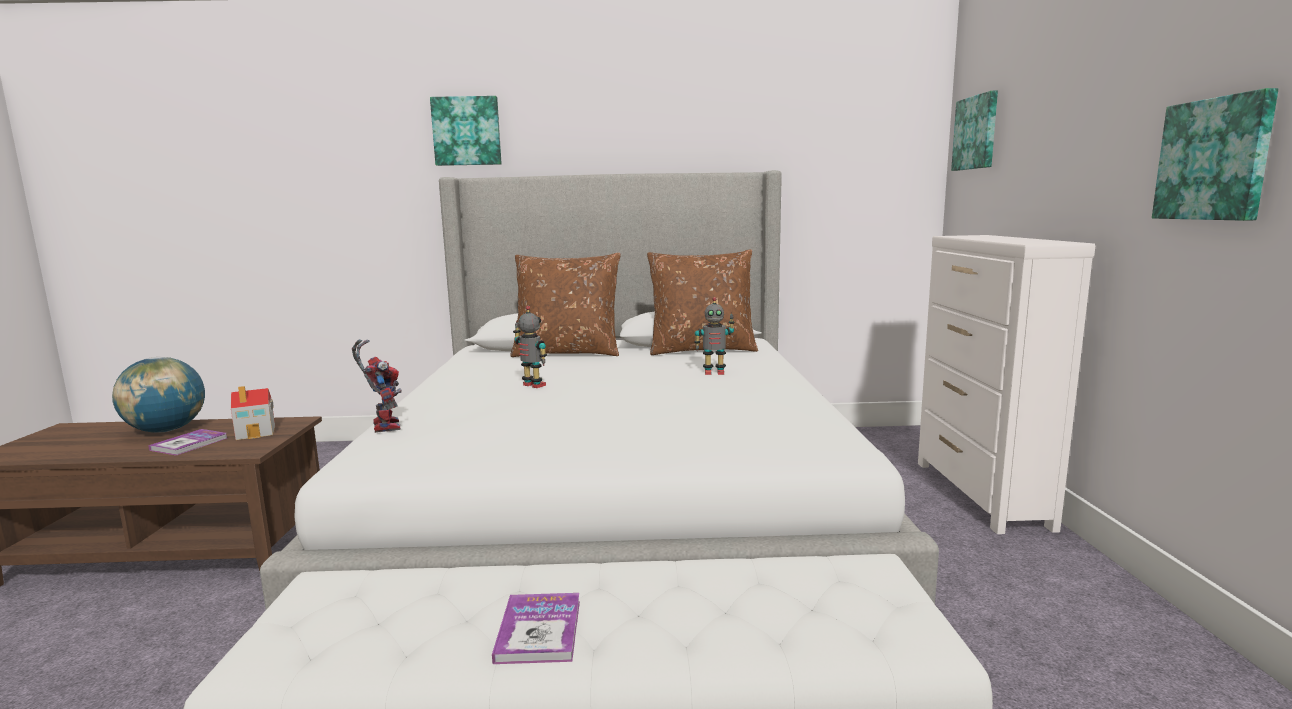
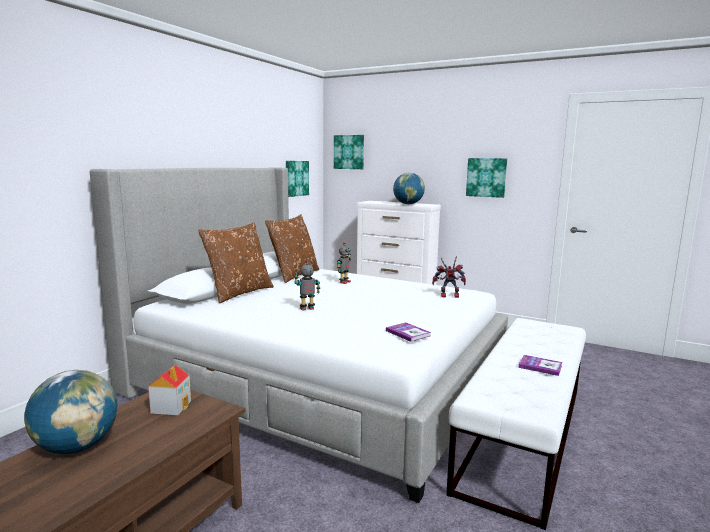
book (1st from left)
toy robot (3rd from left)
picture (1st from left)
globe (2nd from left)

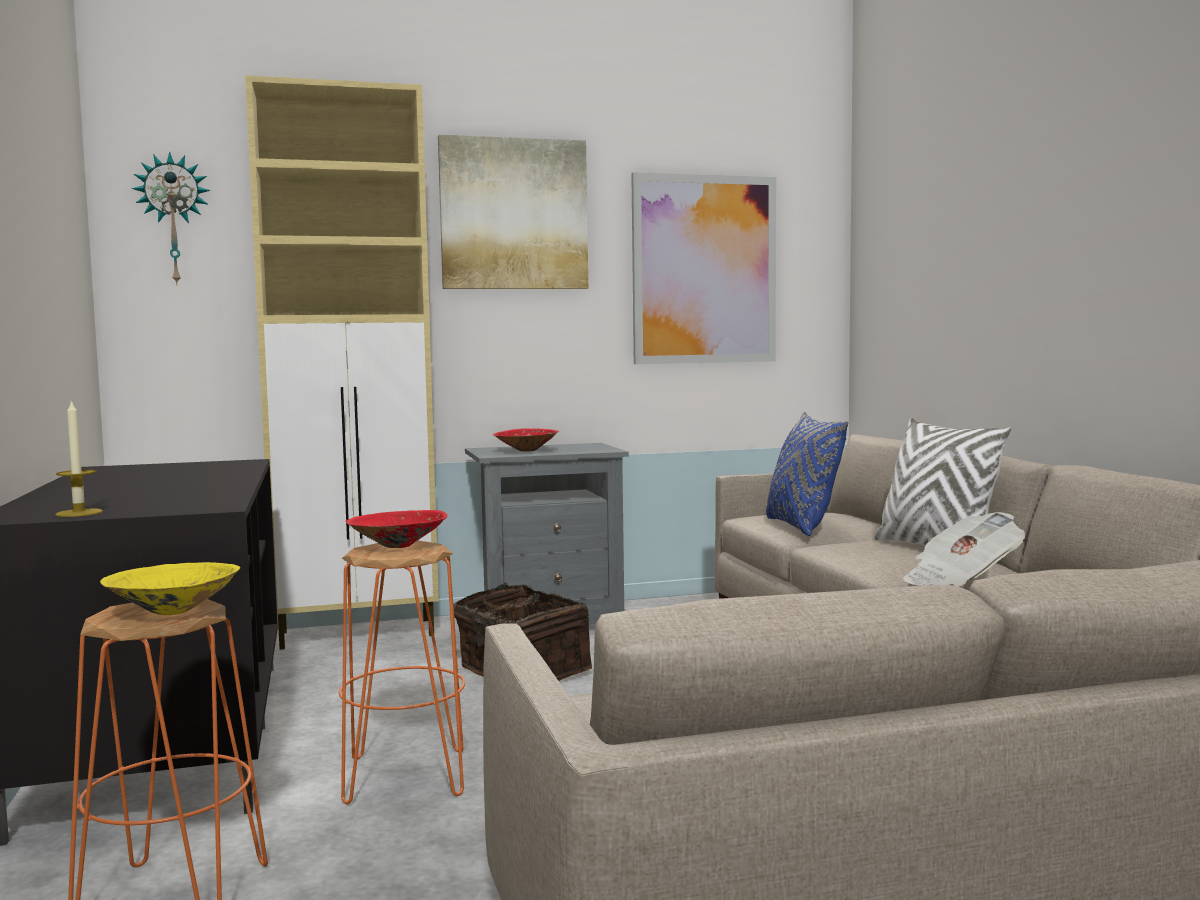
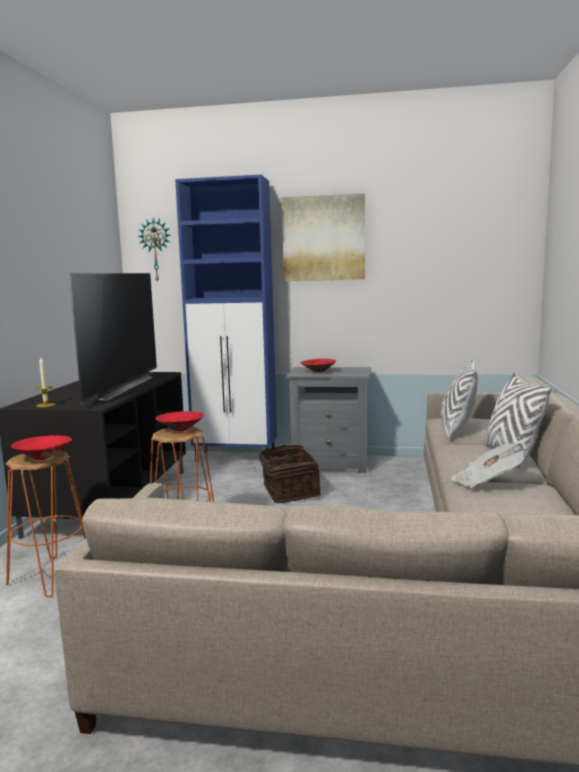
bowl (red) (1st from left)
cabinet (blue)
picture (2nd from left in the first image)
pillow (white) (1st from left)
television

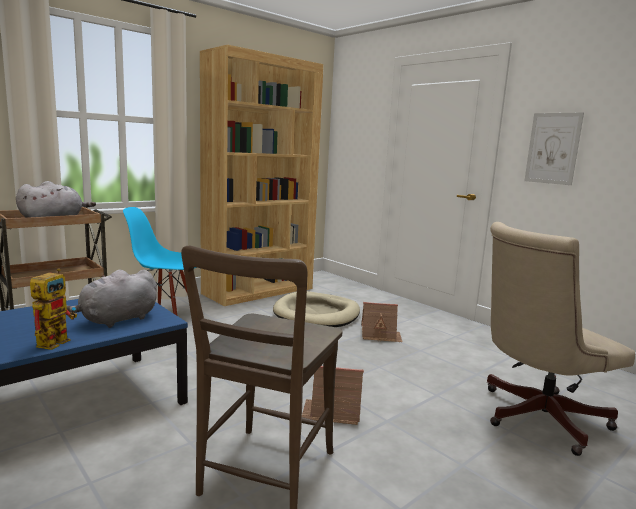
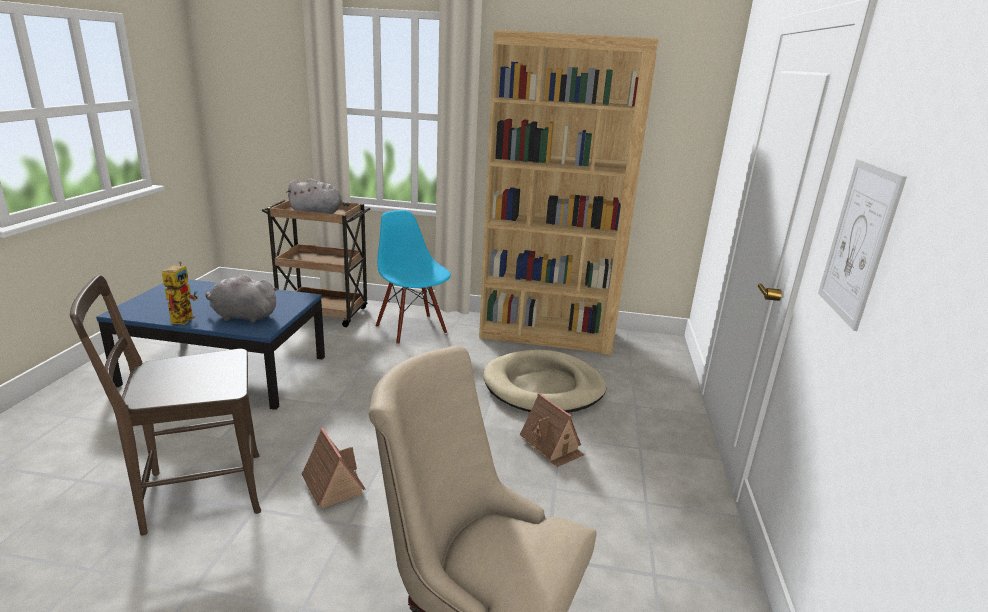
toy robot

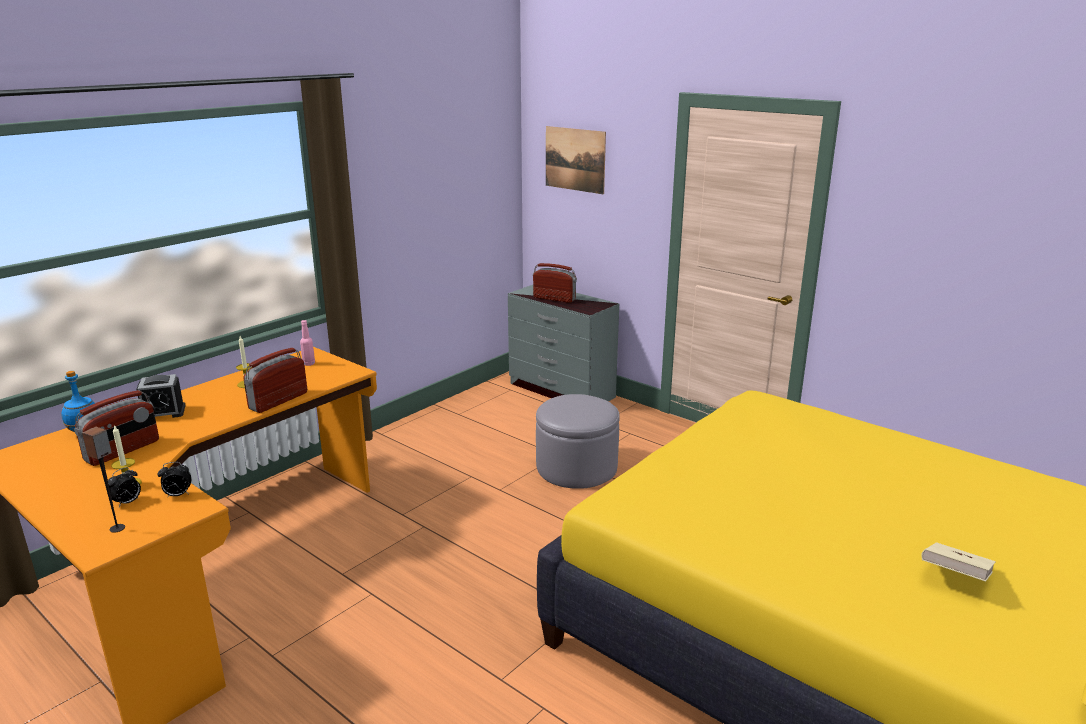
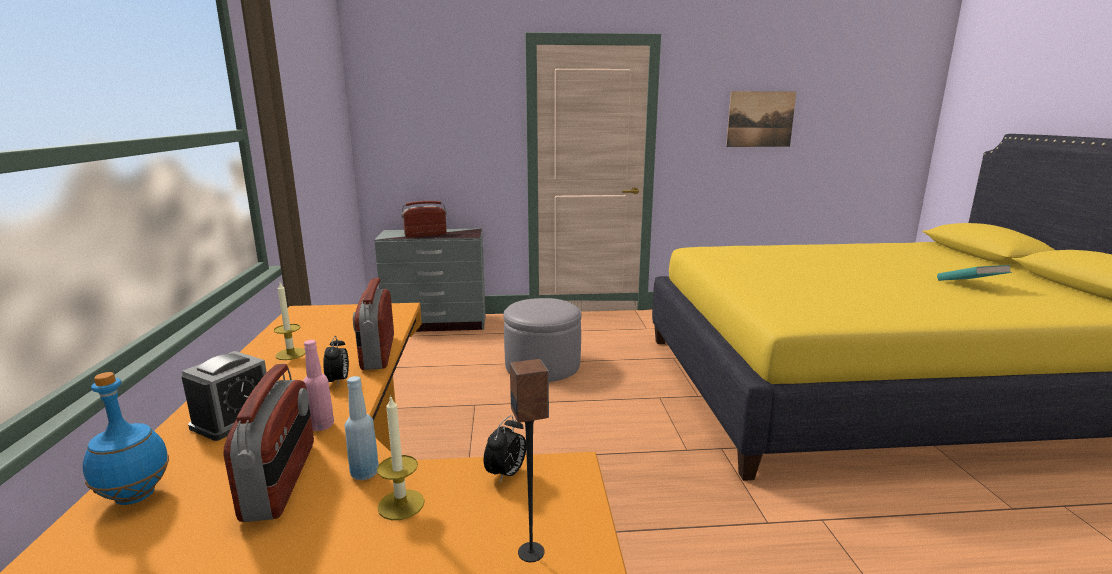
alarm clock (2nd from left)
bottle (pink)
picture
book (turquoise)
bottle (blue) (2nd from left)

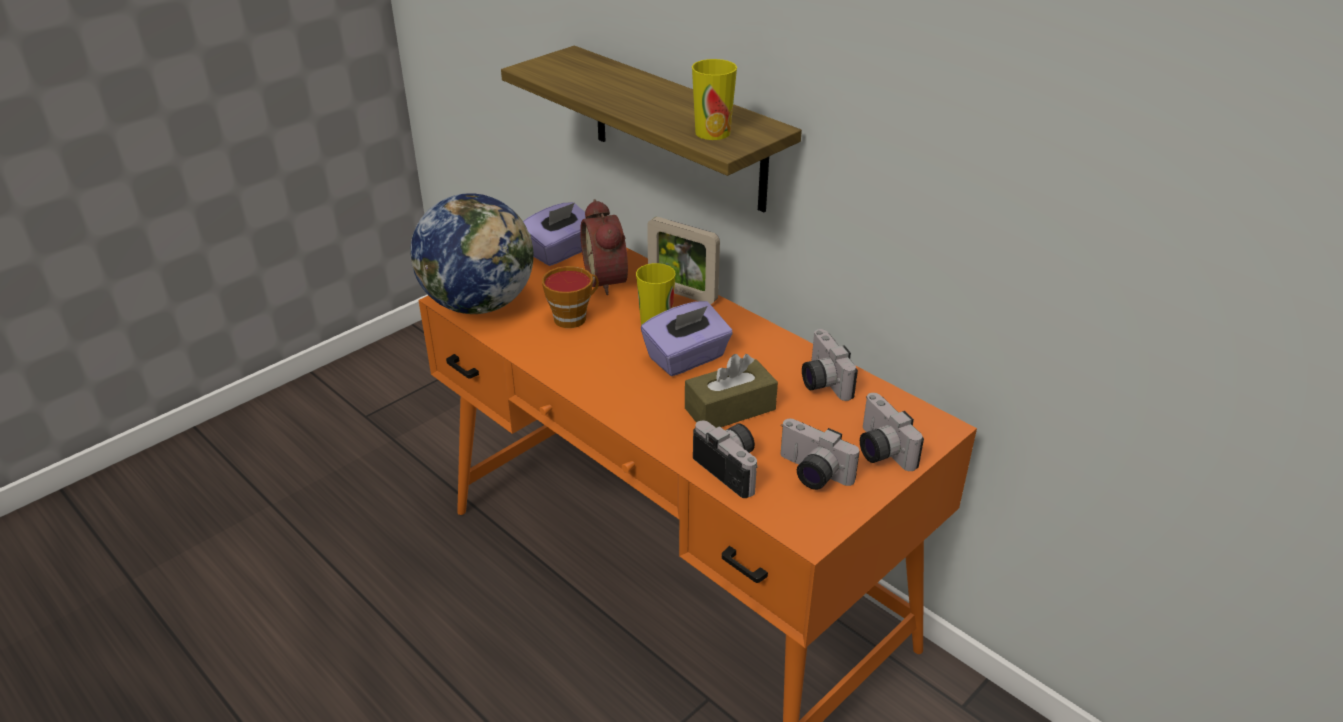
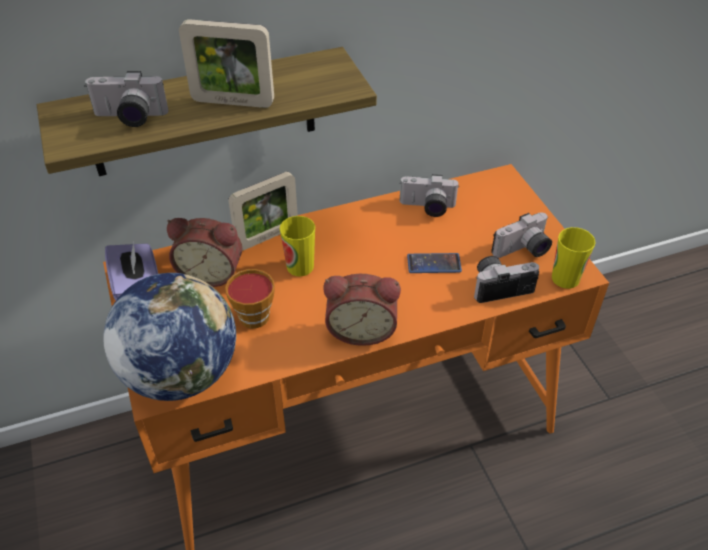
tissue box (purple) (2nd from left in the first image)
phone
cup (3rd from left)
photo camera (1st from left)
picture frame (1st from left)
alarm clock (2nd from left)

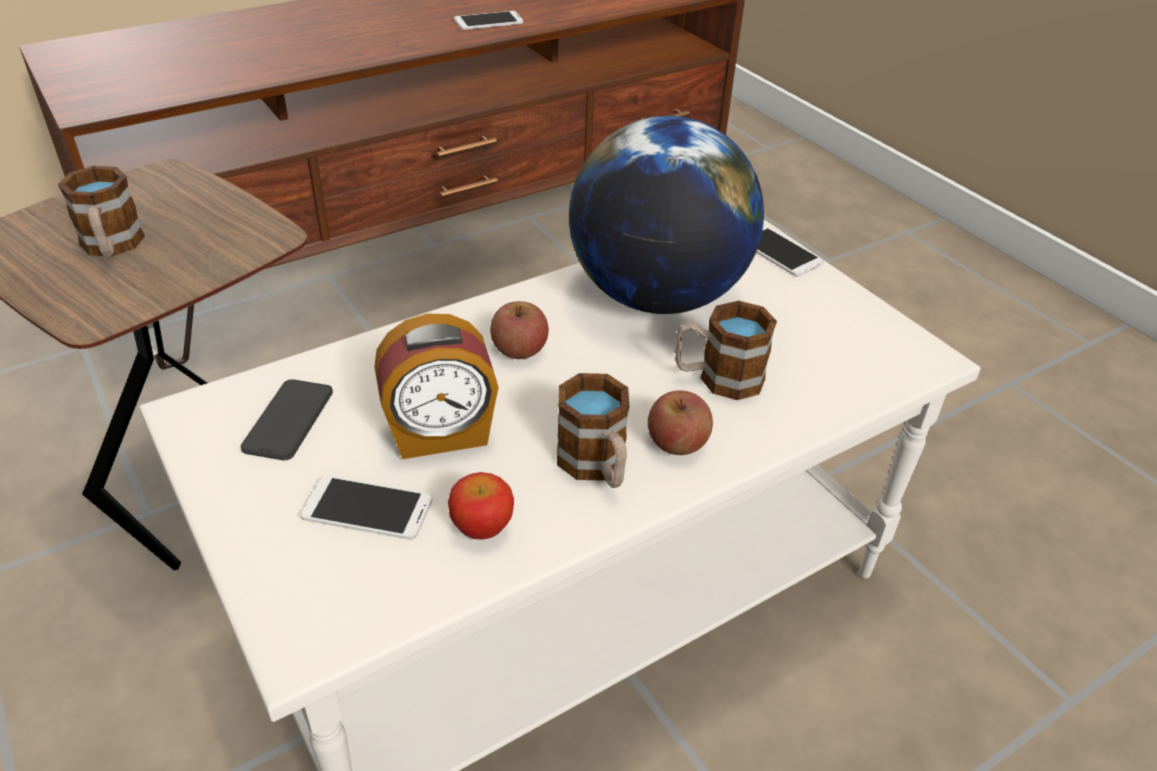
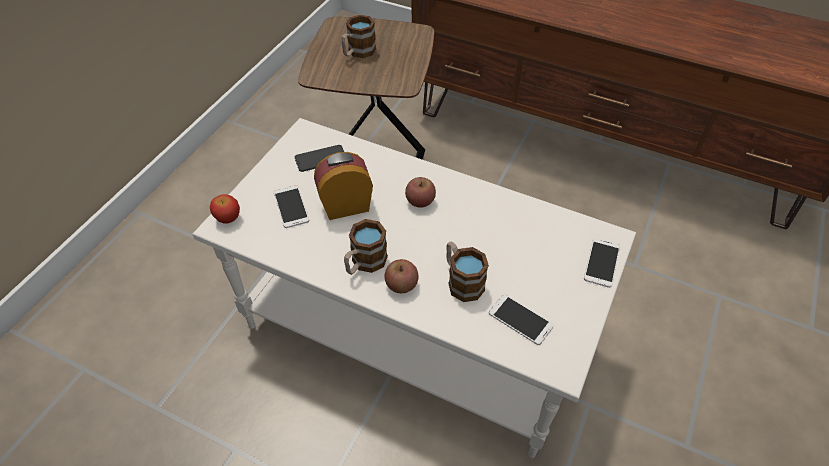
alarm clock
apple (1st from left)
phone (3rd from left)
globe

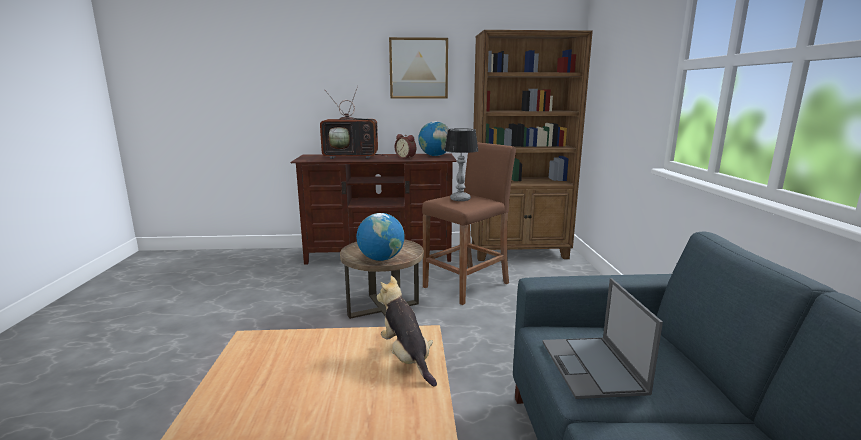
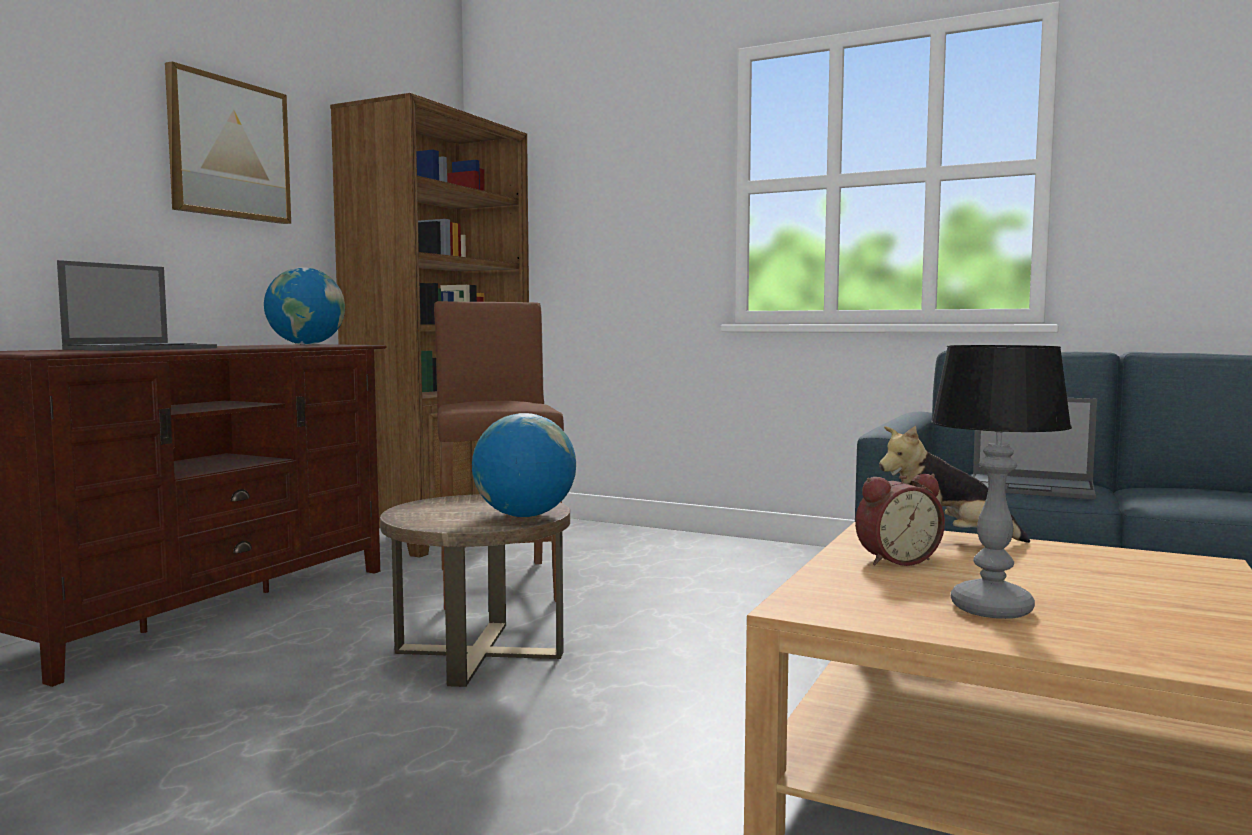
laptop (1st from left)
alarm clock
table lamp

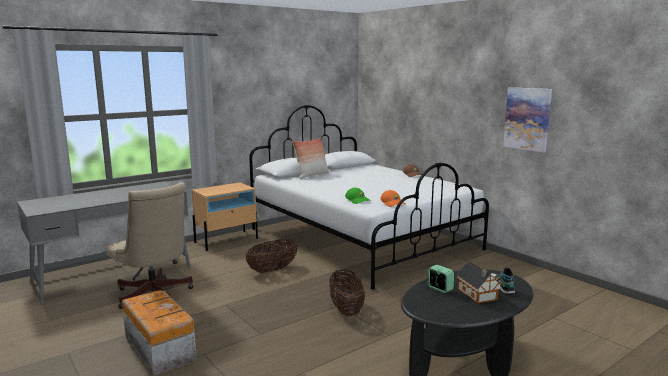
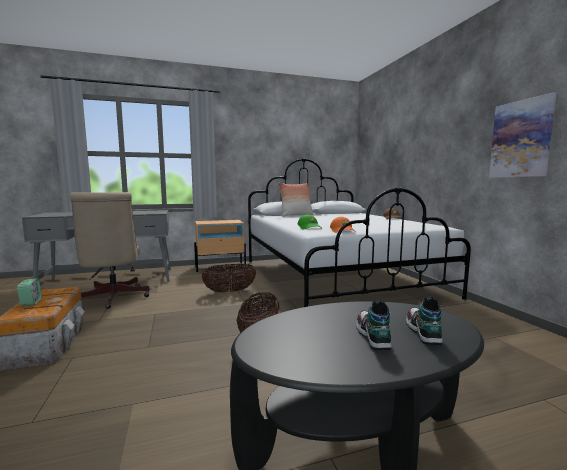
alarm clock
shoe (1st from left)

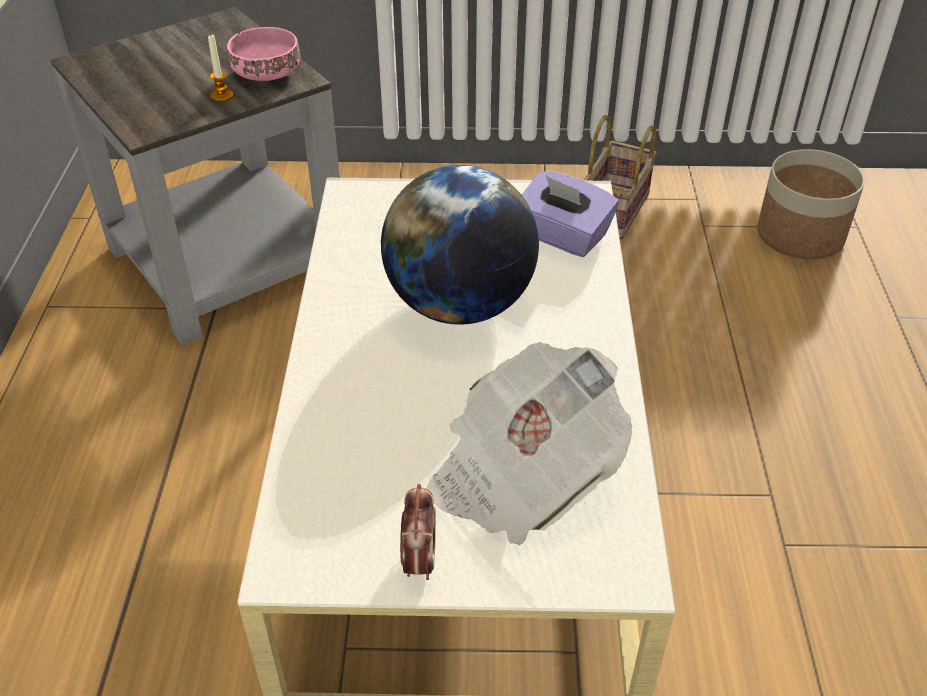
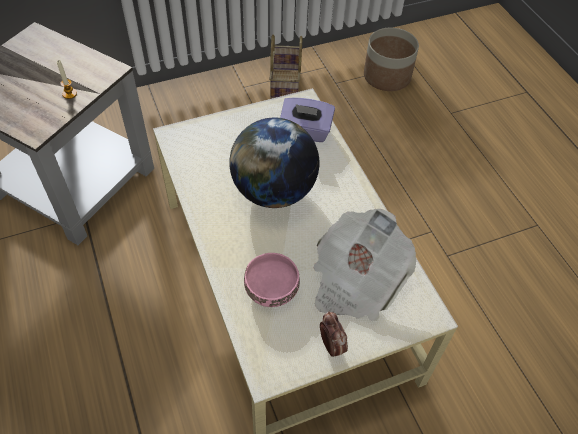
bowl (pink)

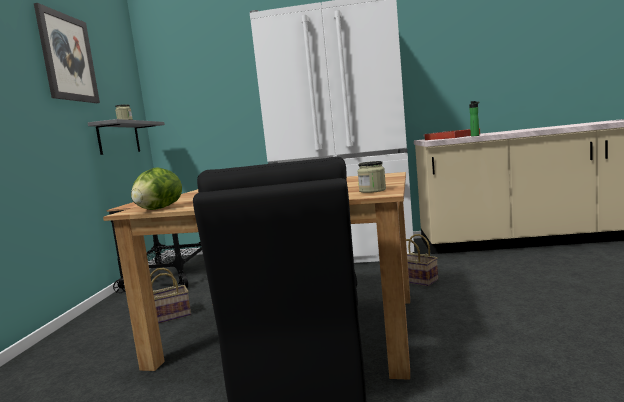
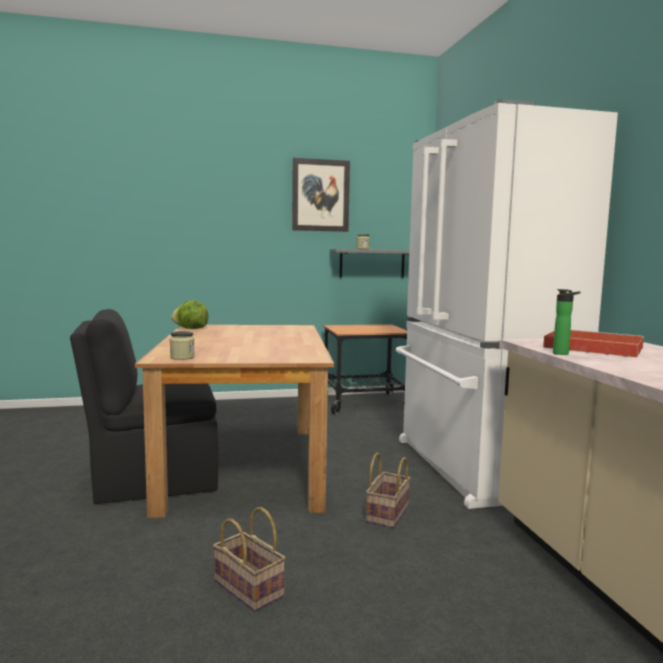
basket (1st from left)

